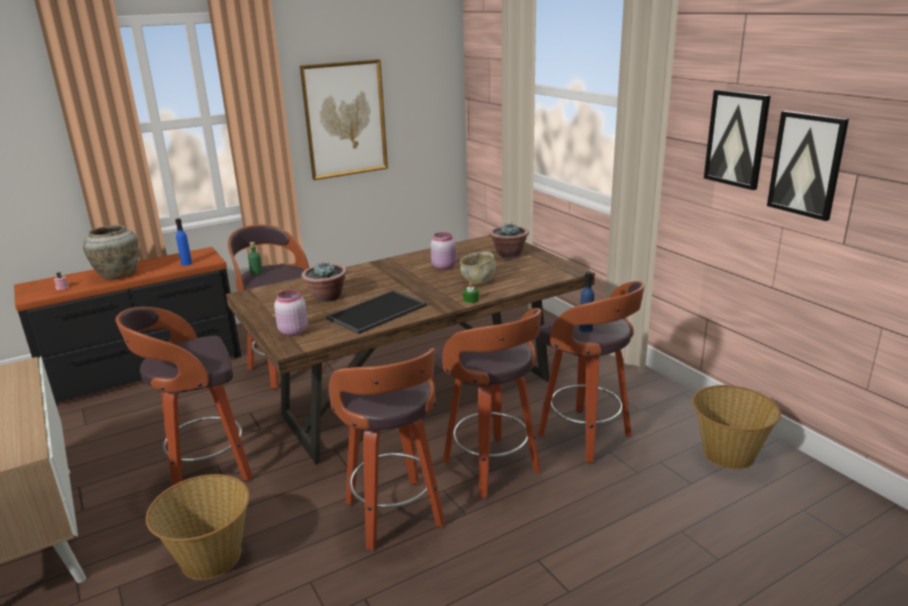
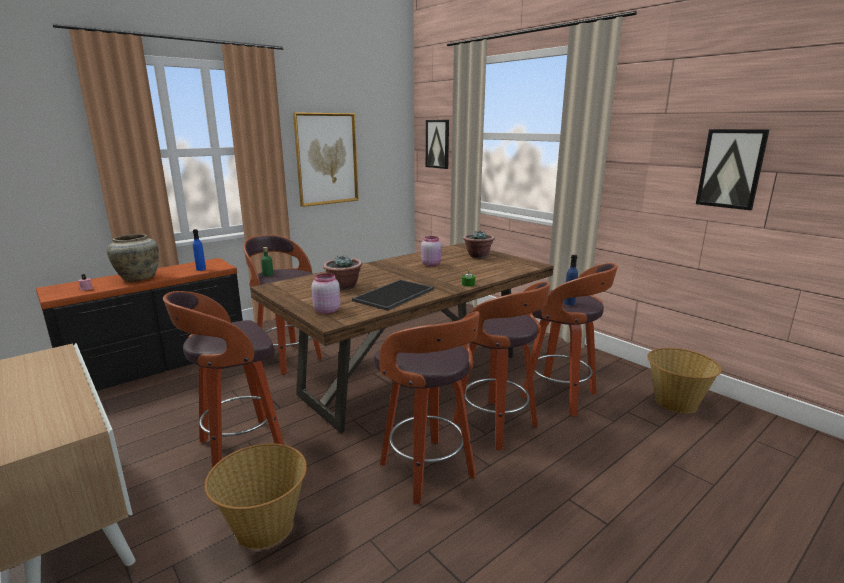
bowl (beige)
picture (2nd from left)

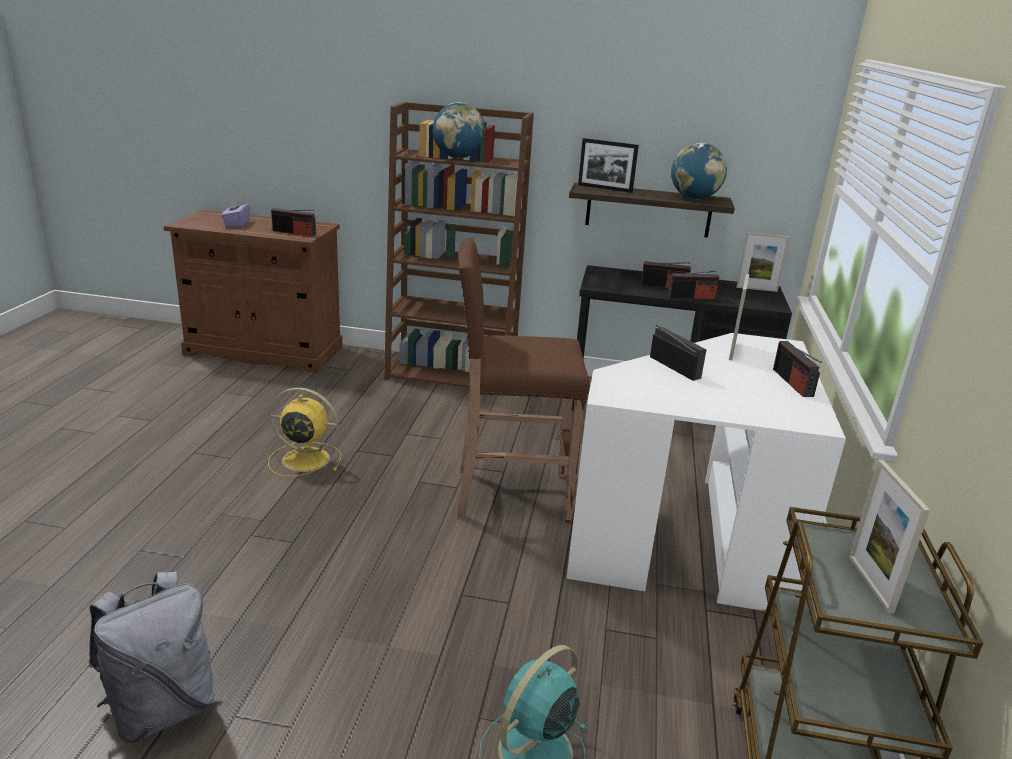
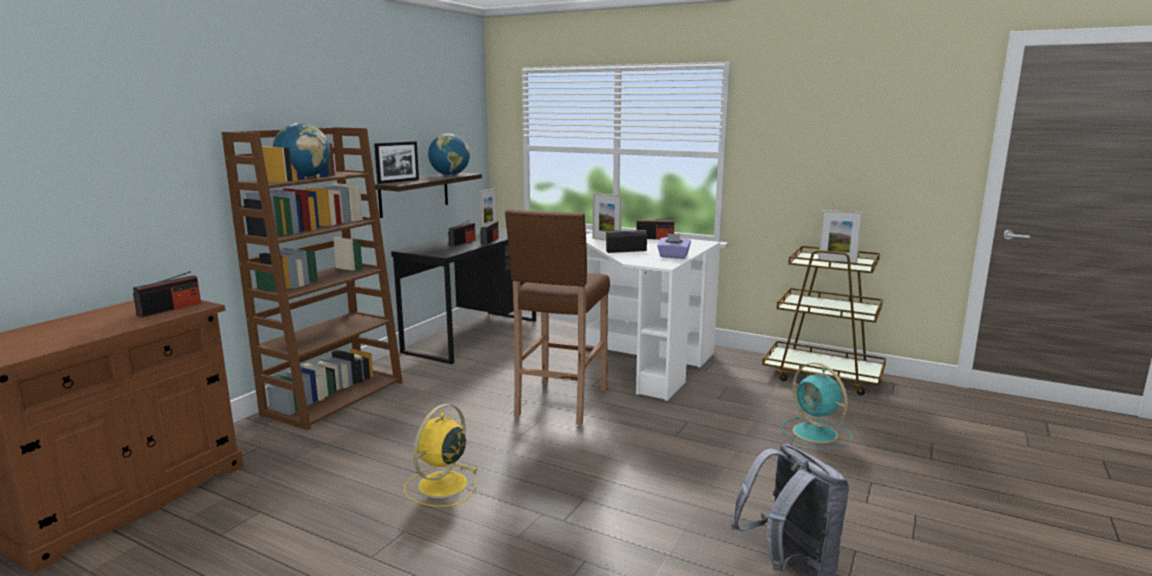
tissue box (purple)

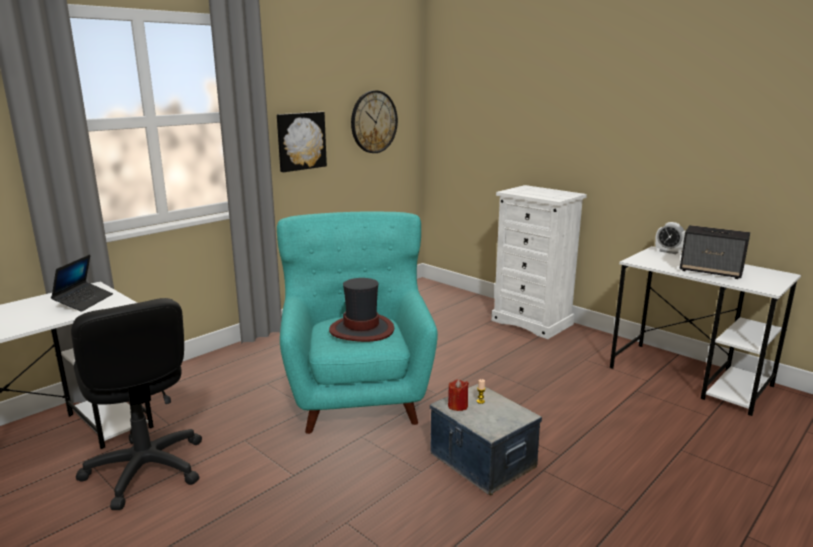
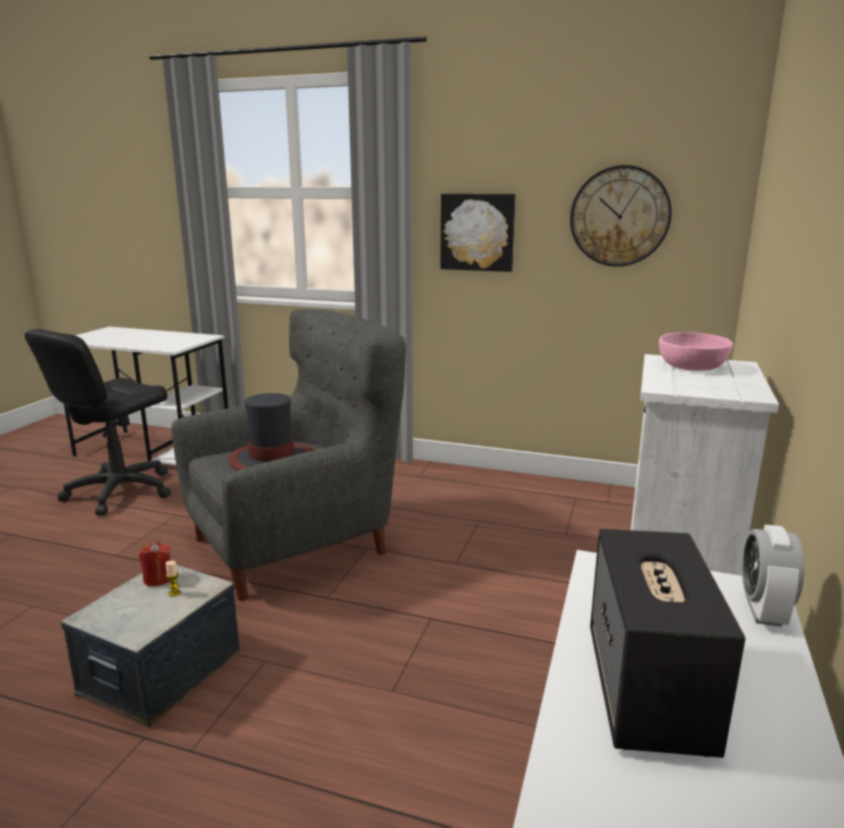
laptop
armchair (grey)
bowl (pink)

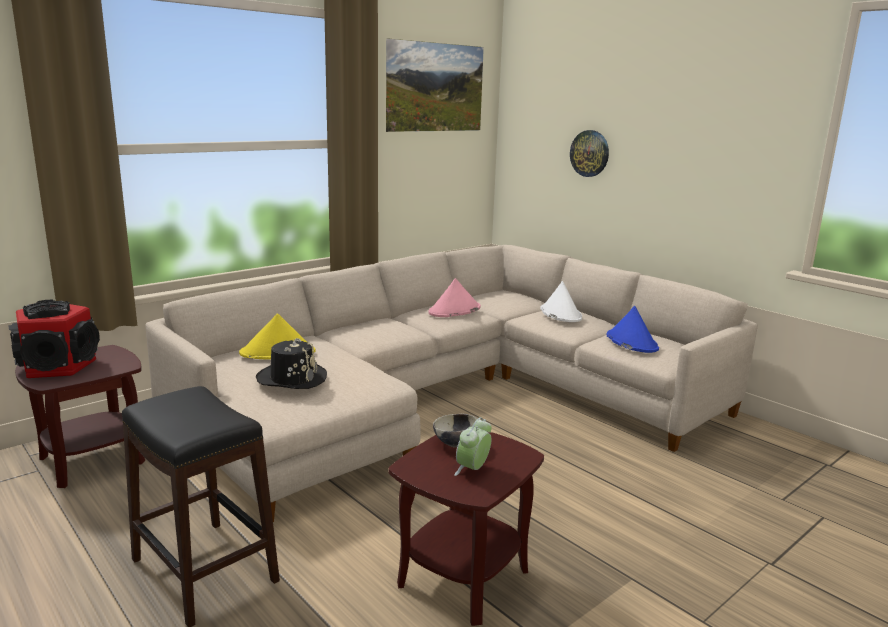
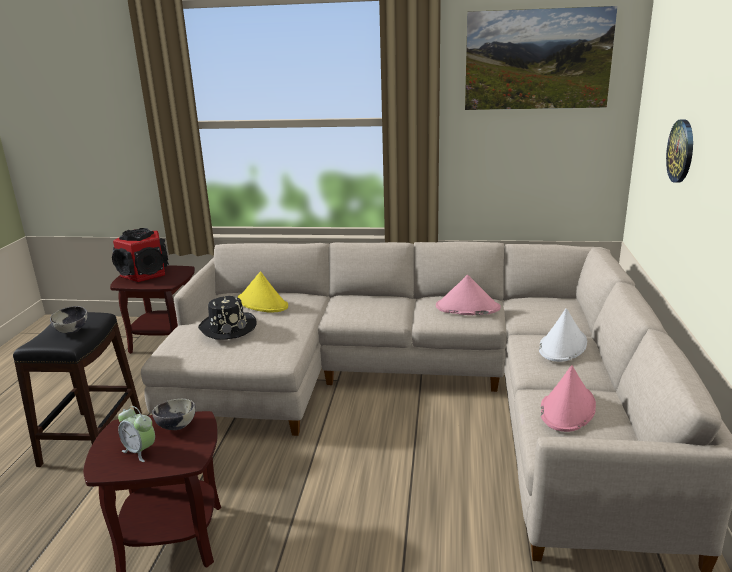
alarm clock
hat (pink) (2nd from left)
bowl (1st from left)

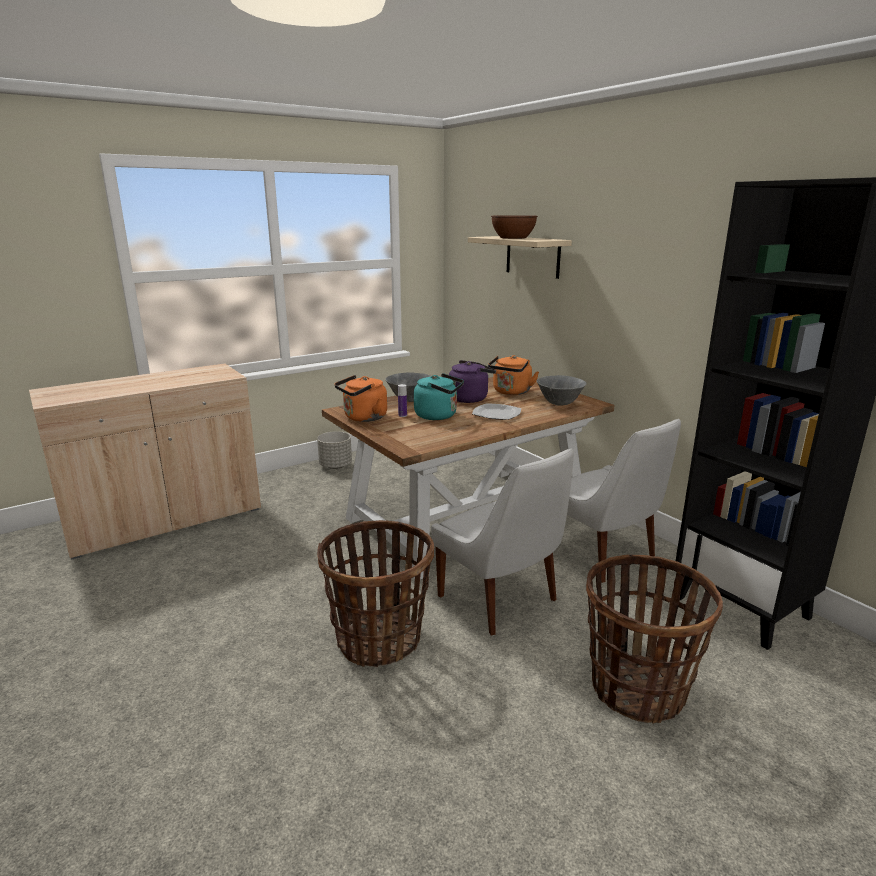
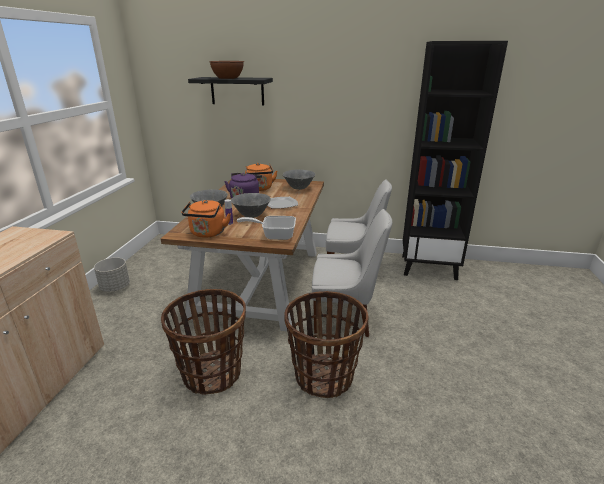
bowl (grey) (2nd from left)
shelf (black)
basket (1st from left)
frying pan

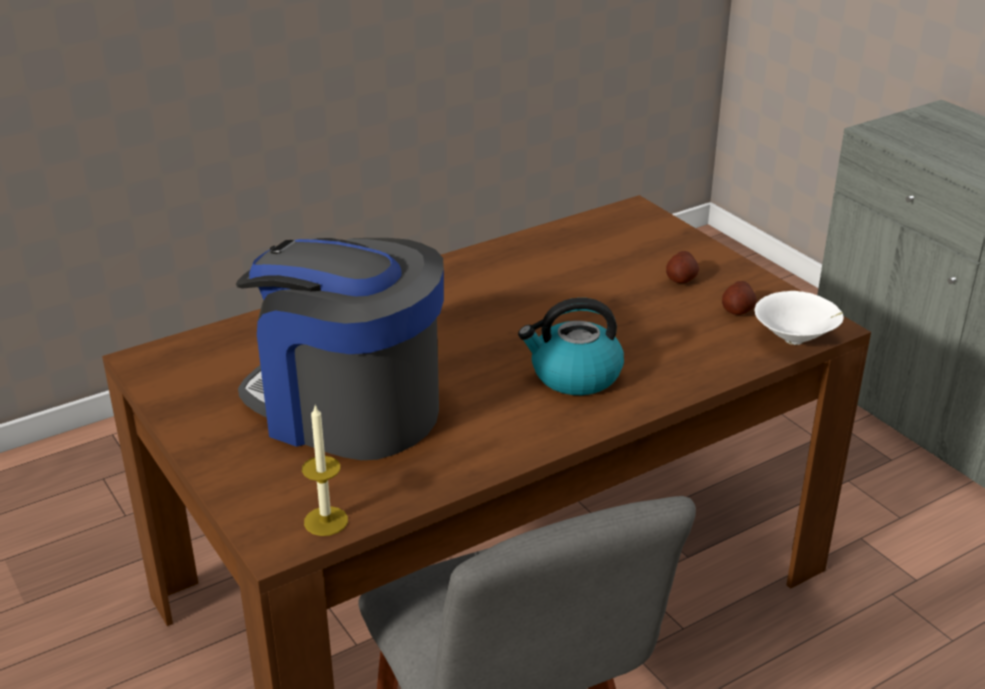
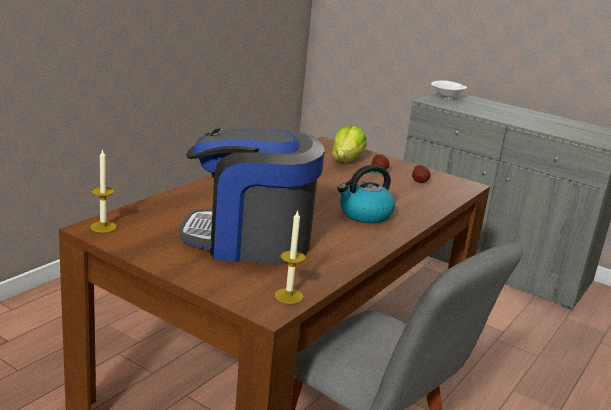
bowl (white)
candle (1st from left)
lettuce

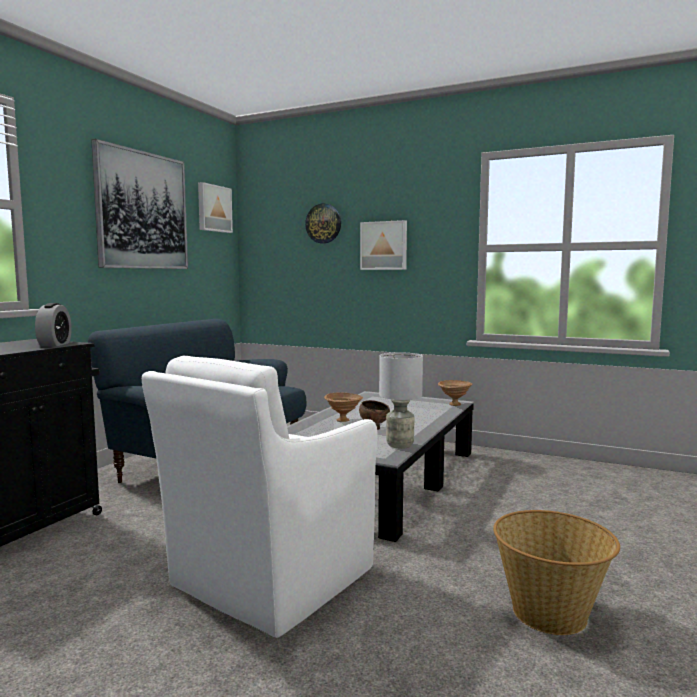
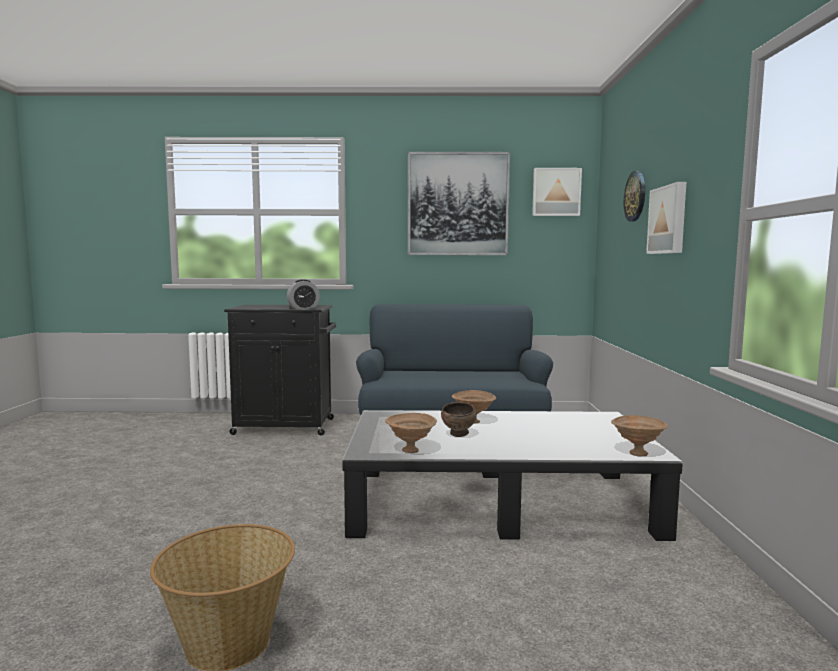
armchair (white)
bowl (brown) (1st from left)

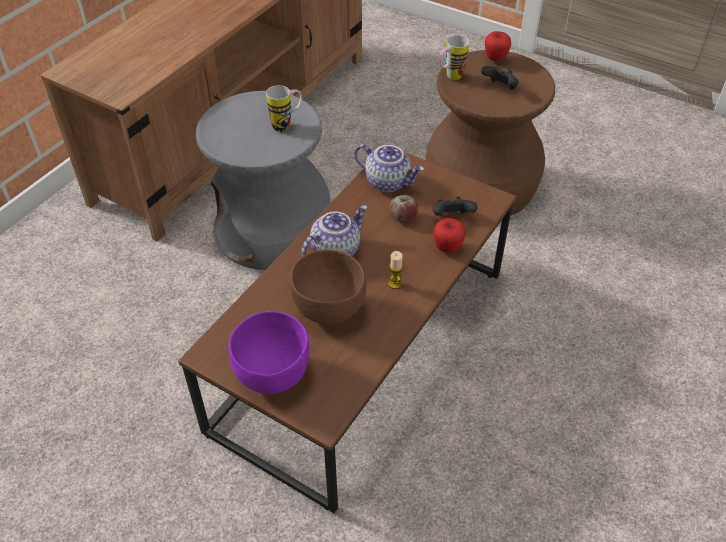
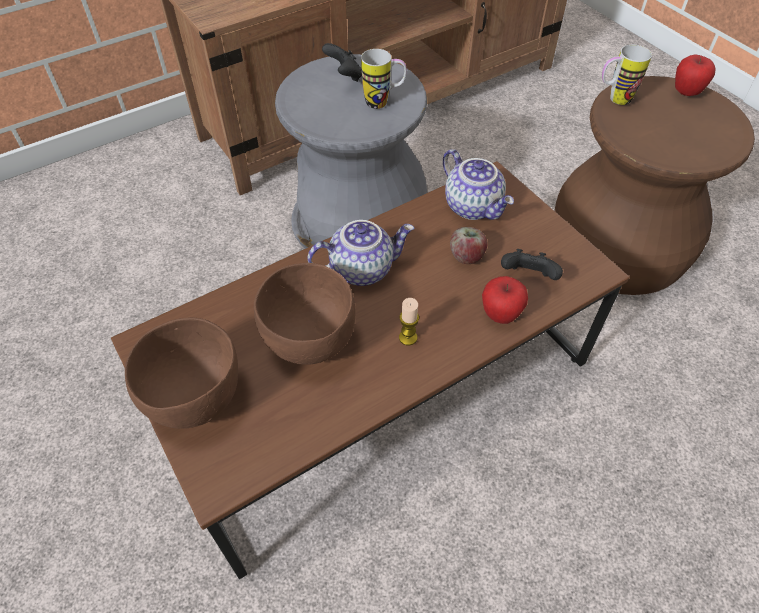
bowl (brown) (1st from left)
game controller (black) (1st from left)

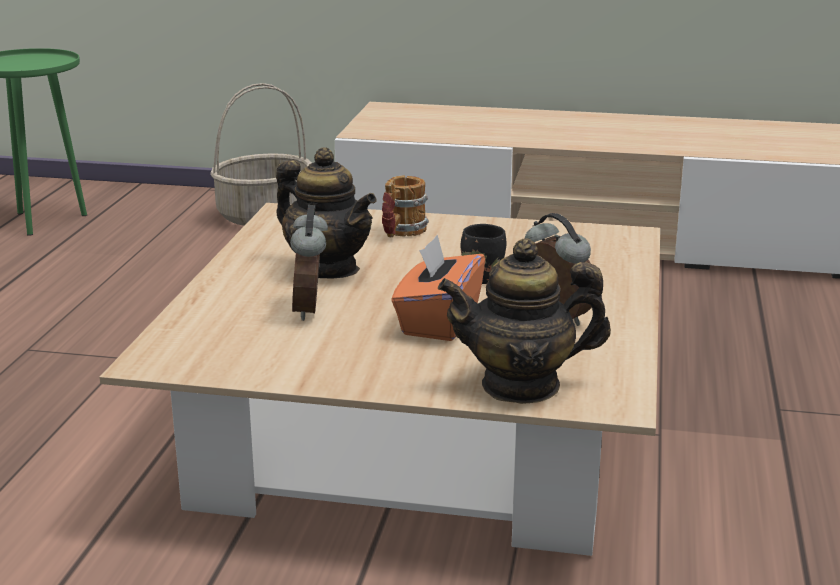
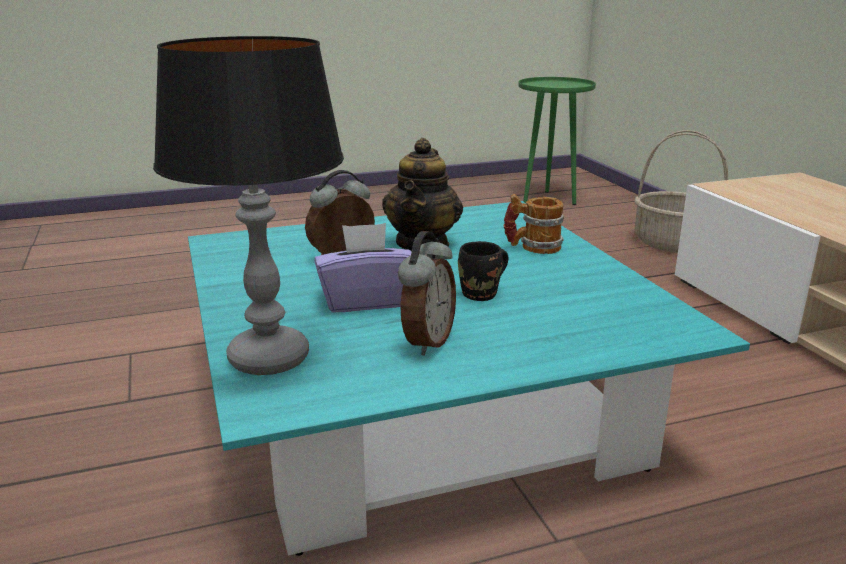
coffee table (turquoise)
tissue box (purple)
table lamp

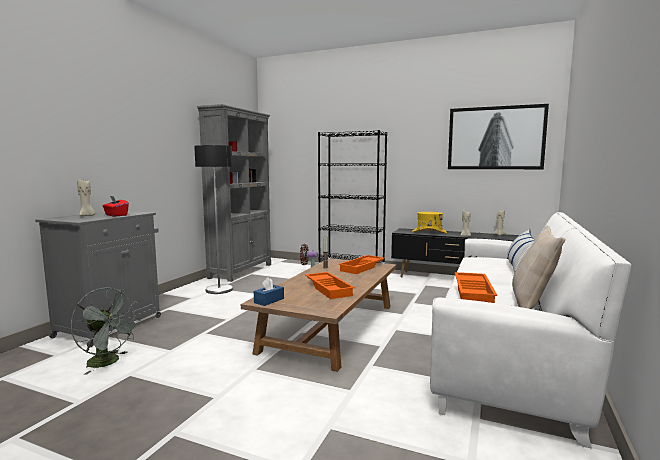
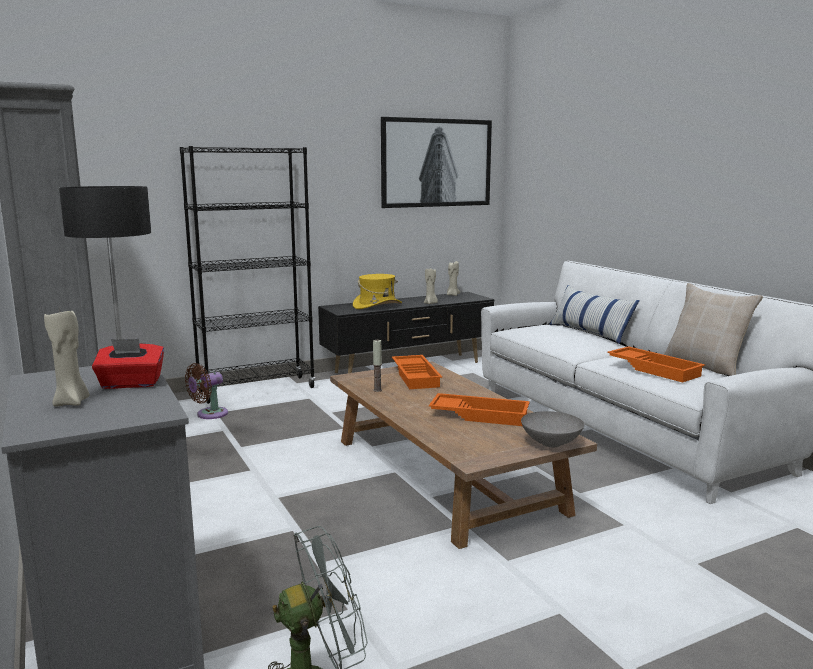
tissue box (blue)
bowl (grey)

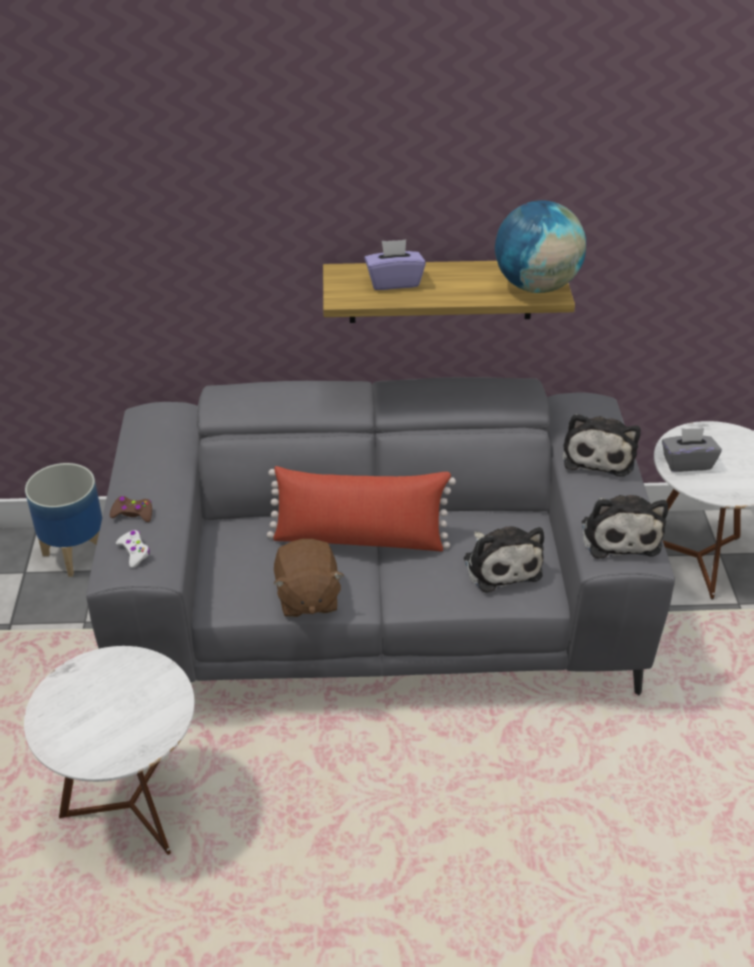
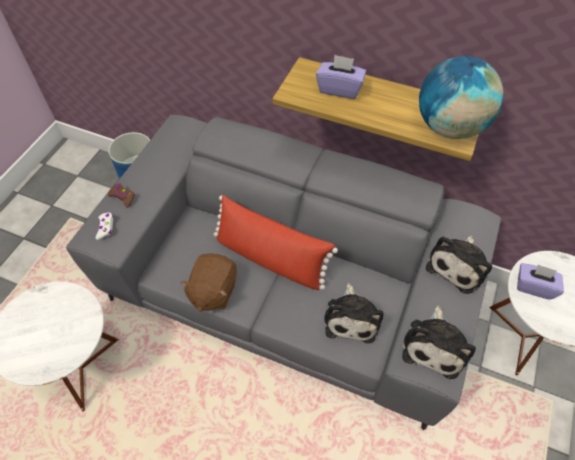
tissue box (purple) (2nd from left)

